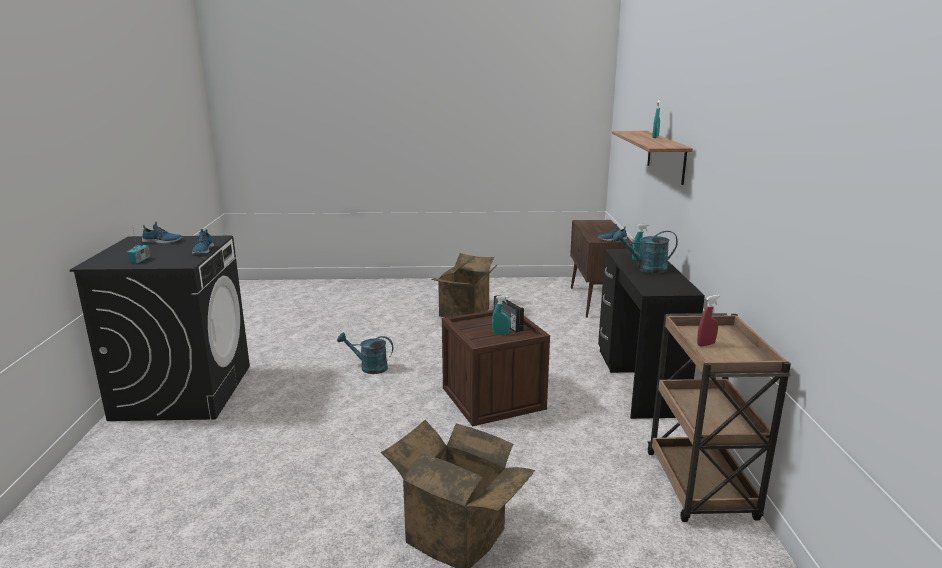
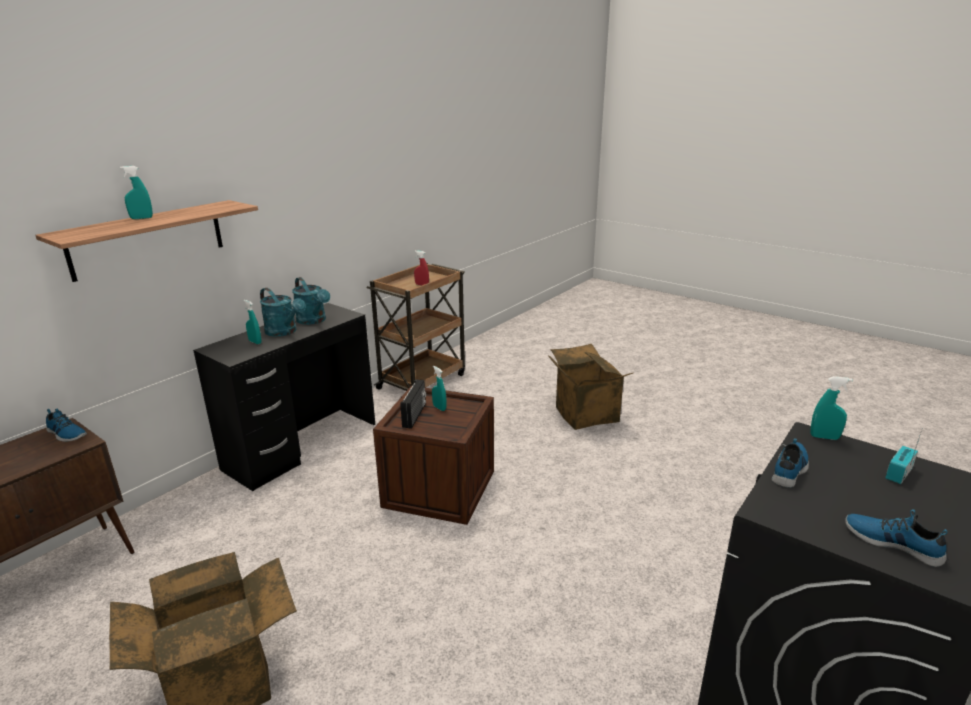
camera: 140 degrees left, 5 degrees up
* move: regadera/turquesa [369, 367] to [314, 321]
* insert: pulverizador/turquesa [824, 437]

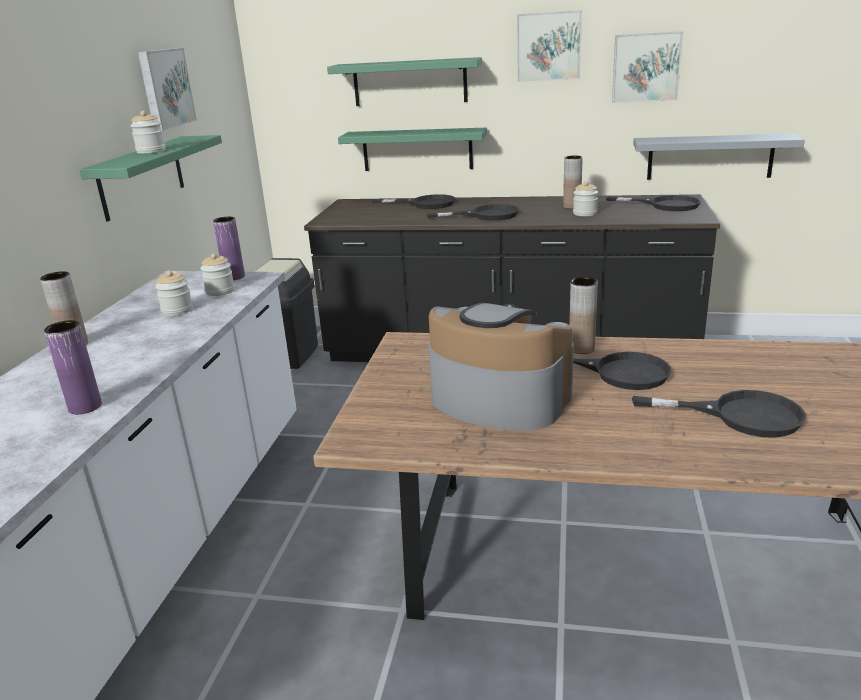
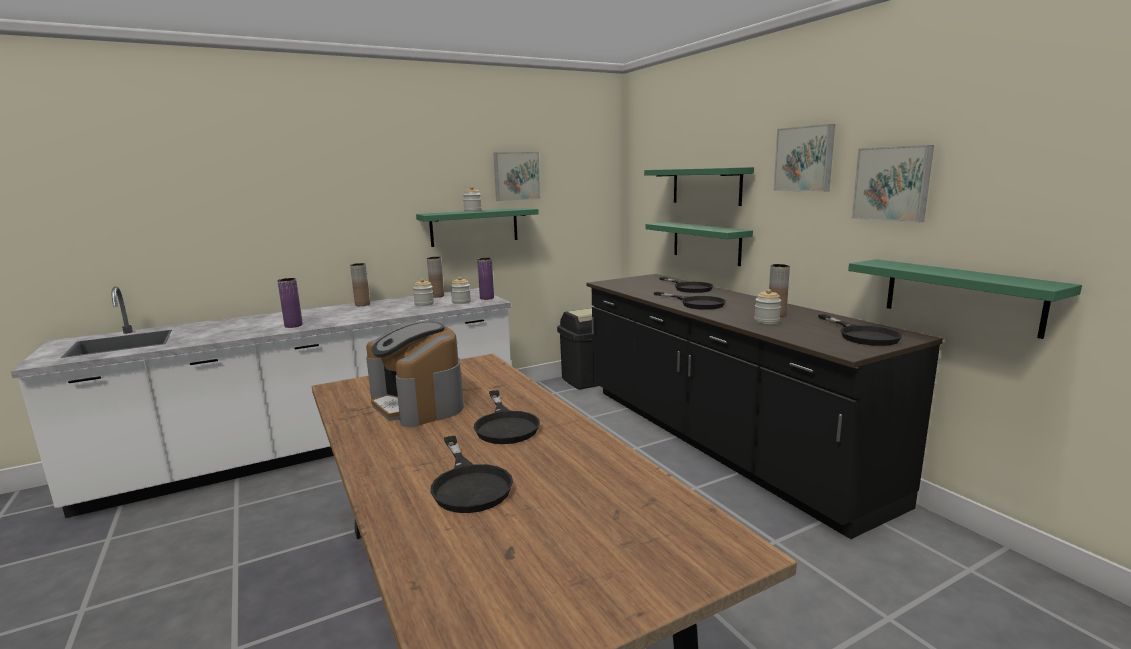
camera: 50 degrees right, 10 degrees down
* recolor: estante/gris [710, 157] to estante/verde [961, 296]
* move: florero/marrón [581, 349] to [437, 296]
* rotate: cafetera [497, 400] = [418, 404] 150 degrees clockwise

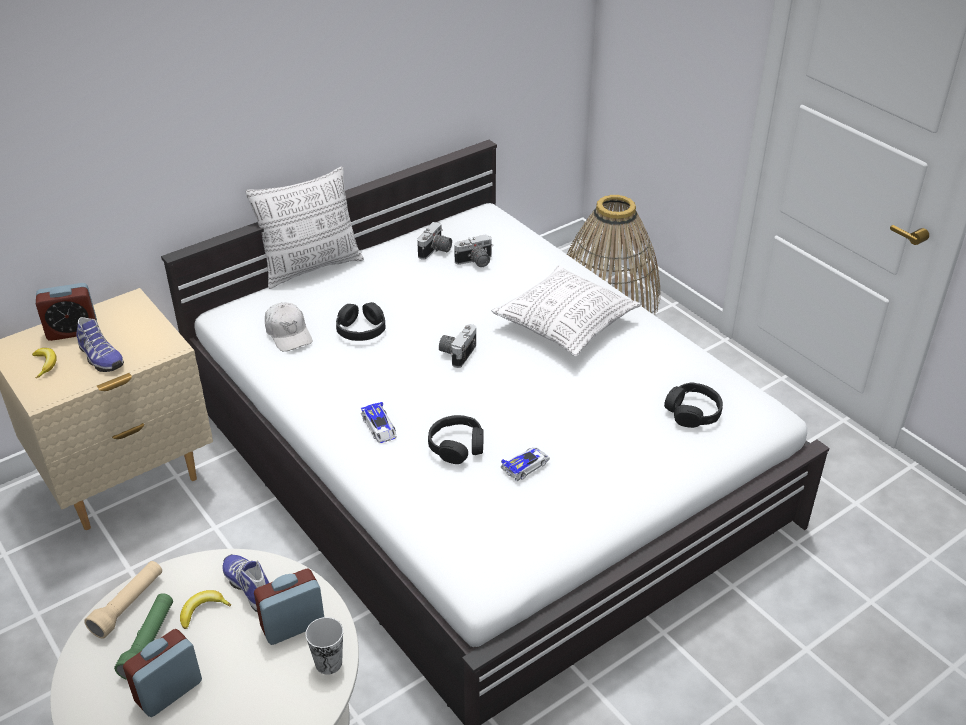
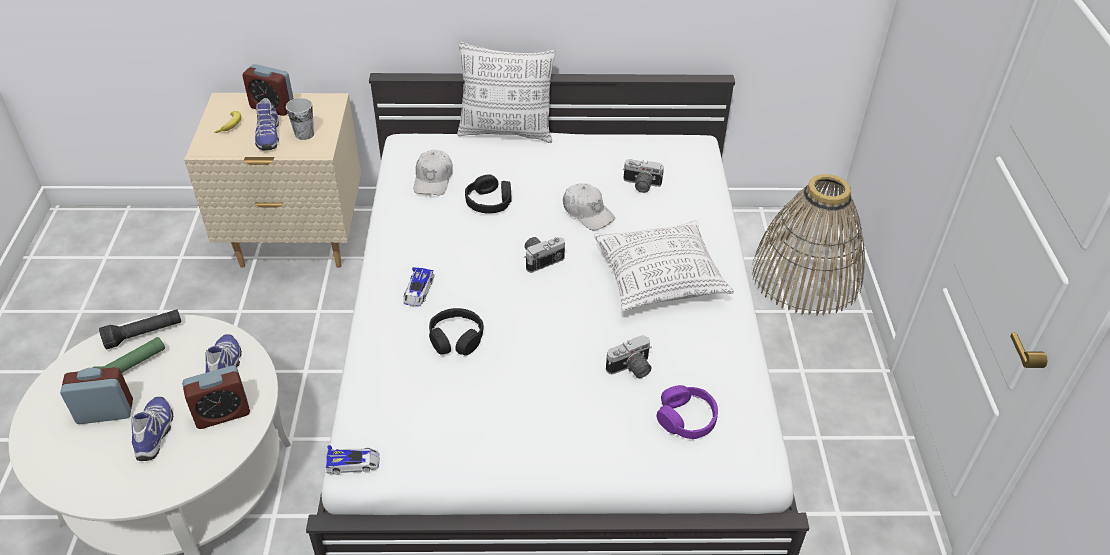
camera: 35 degrees right, 5 degrees up
* move: cámara [436, 251] to [631, 369]
* recolor: auriculares/negro [693, 412] to auriculares/morado [686, 418]
* move: coche de juguete [526, 465] to [353, 463]
* recolor: linterna/beis [129, 605] to linterna/negro [144, 334]
* rotate: despertador [293, 625] = [222, 413] 150 degrees clockwise
* delete: plátano [202, 610]
* move: taza [328, 663] to [304, 134]
* insert: gorra/blanco [587, 212]
* insert: zapato [156, 433]

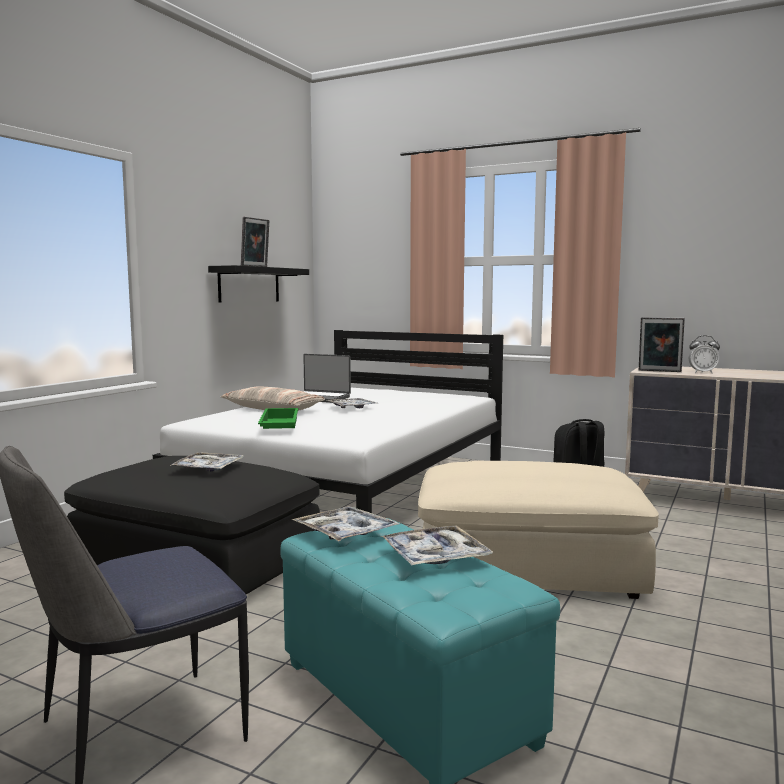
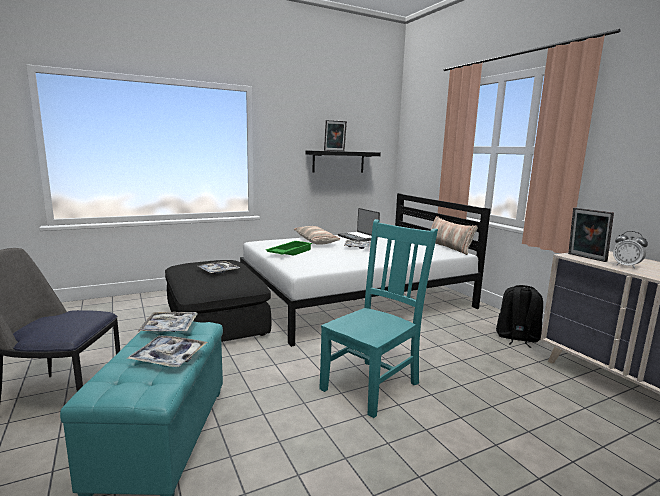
camera: 35 degrees right, 5 degrees up
* replace: puf/beis [529, 566] to silla/turquesa [372, 385]
* insert: cojín [449, 247]

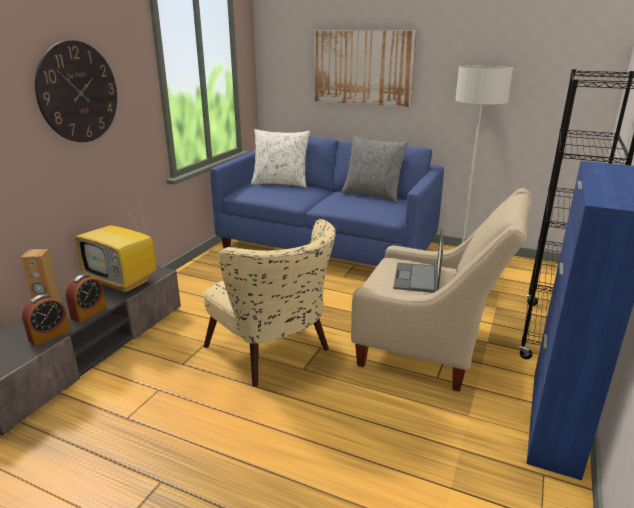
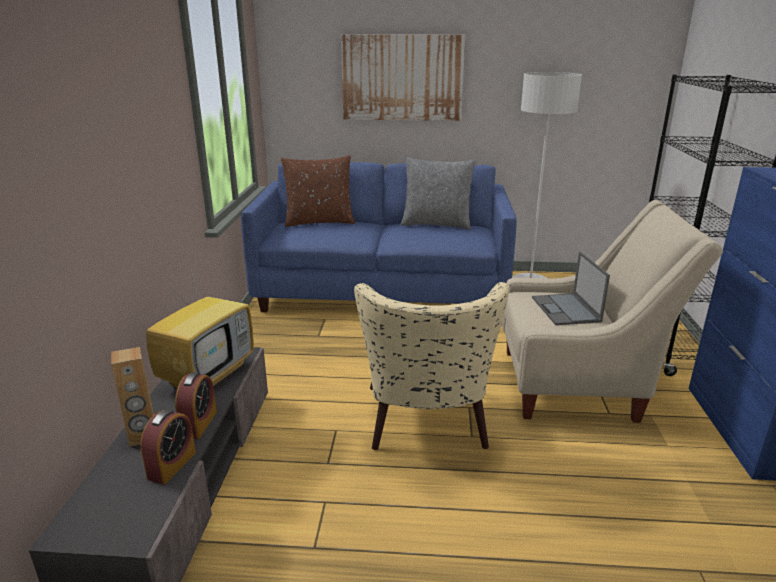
camera: 20 degrees left, 0 degrees up
* delete: reloj de pared [78, 92]
* recolor: cojín/blanco [280, 183] to cojín/marrón [319, 222]
* rotate: televisor [123, 282] = [208, 375] 75 degrees counterclockwise
* rotate: sillón/beis [274, 354] = [426, 426] 60 degrees clockwise

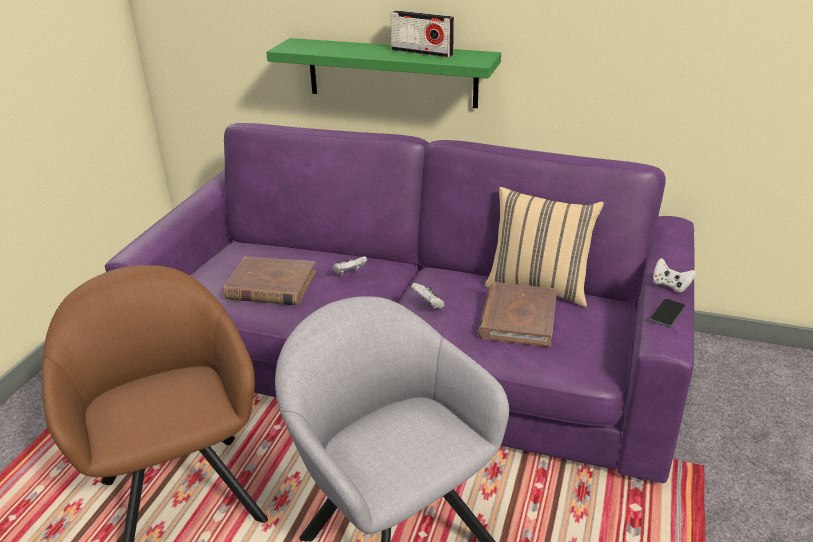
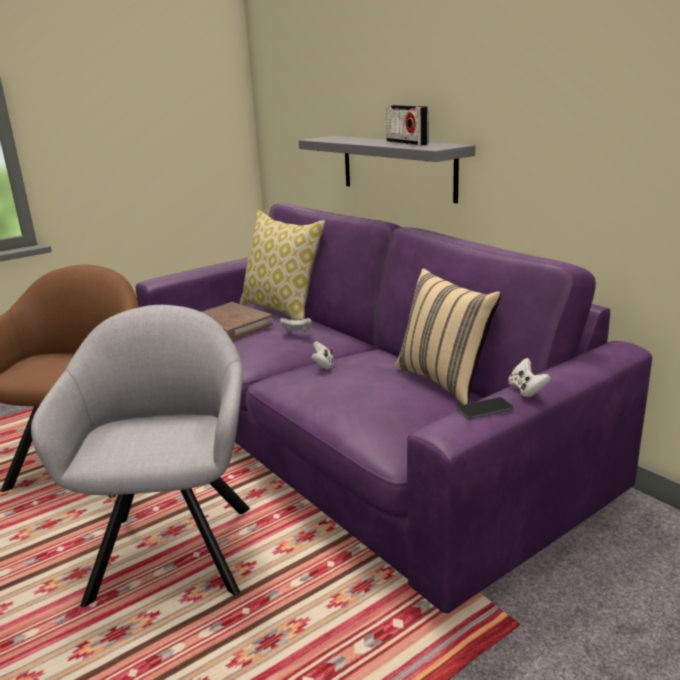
camera: 35 degrees right, 10 degrees down
* recolor: estante/verde [391, 73] to estante/gris [397, 167]
* delete: libro/marrón [518, 318]
* insert: cojín [283, 310]

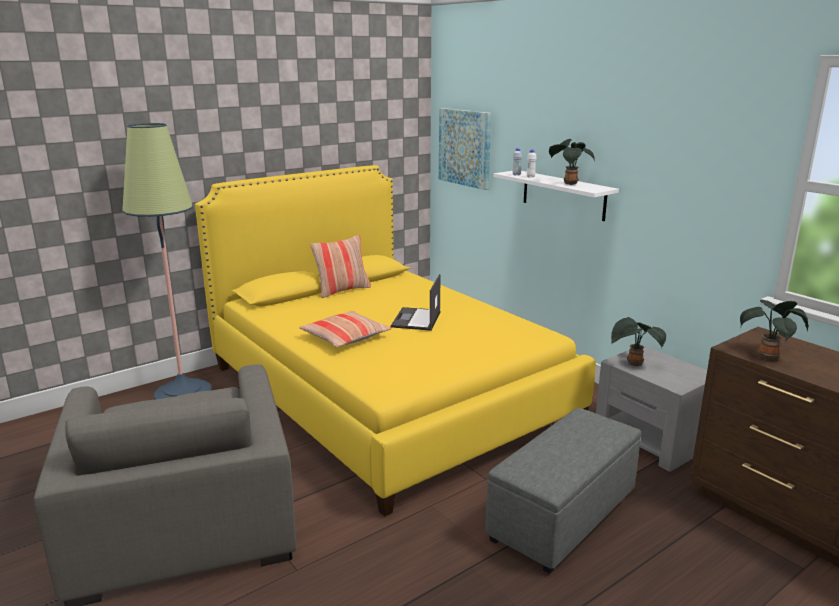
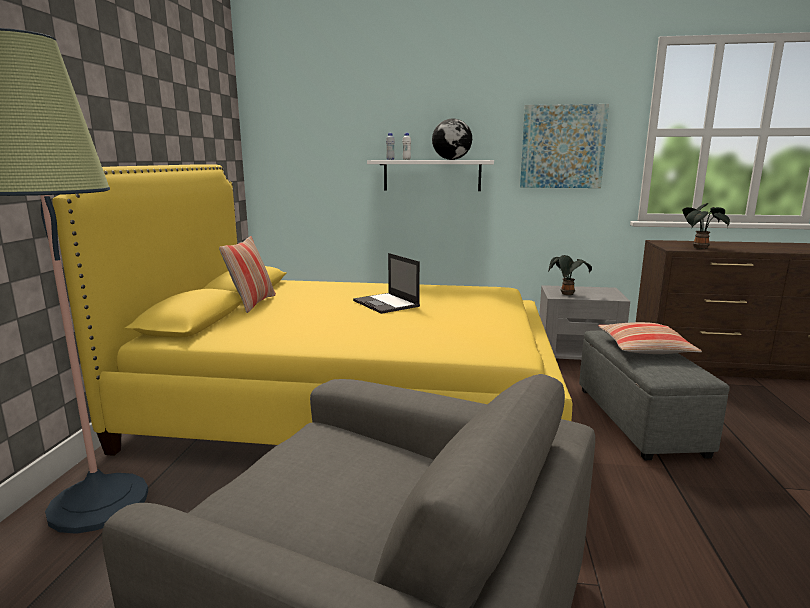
camera: 45 degrees left, 5 degrees down
* move: cuadro [465, 147] to [562, 147]
* replace: planta en maceta [569, 183] to globo terráqueo [452, 159]
* move: cojín [345, 337] to [645, 348]

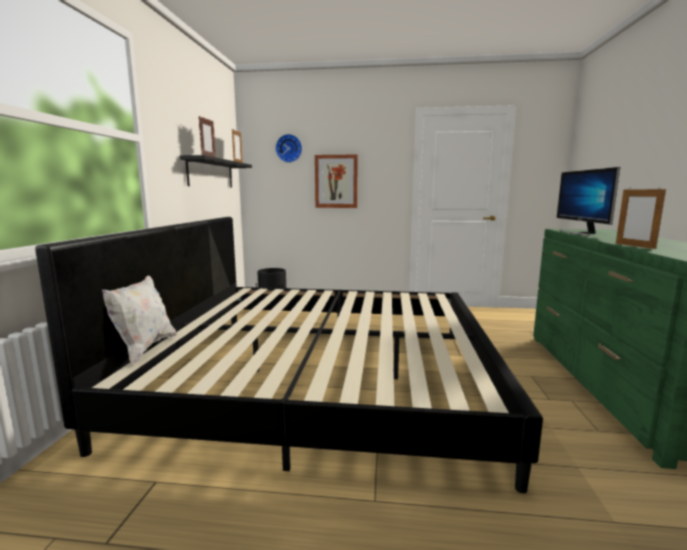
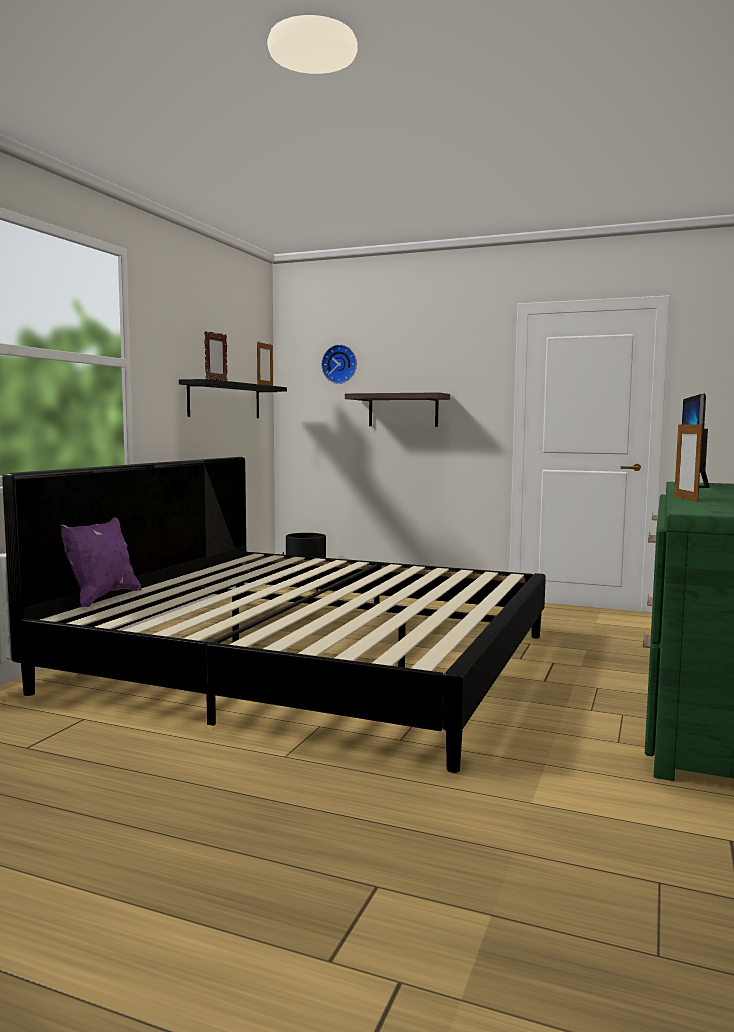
camera: 15 degrees right, 5 degrees down
* replace: cuadro [336, 181] to estante [403, 410]
* recolor: cojín/blanco [144, 349] to cojín/morado [101, 598]

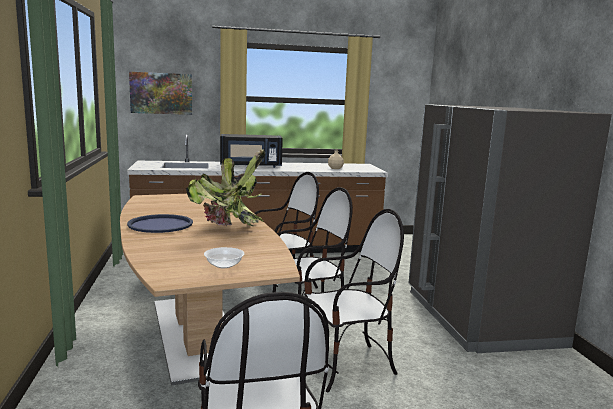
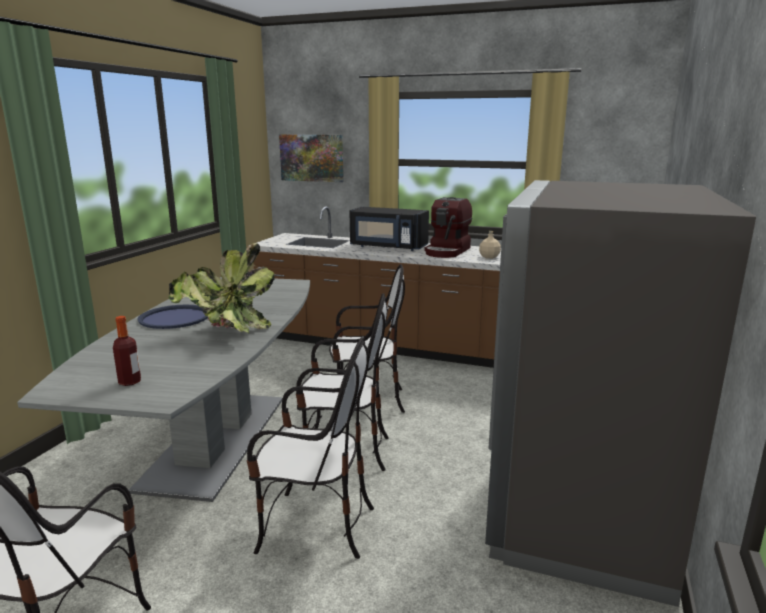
camera: 30 degrees right, 5 degrees up
* recolor: mesa de comedor/marrón [196, 333] to mesa de comedor/gris [216, 440]
* replace: cuenco [224, 265] to botella [130, 382]
* insert: cafetera [447, 251]

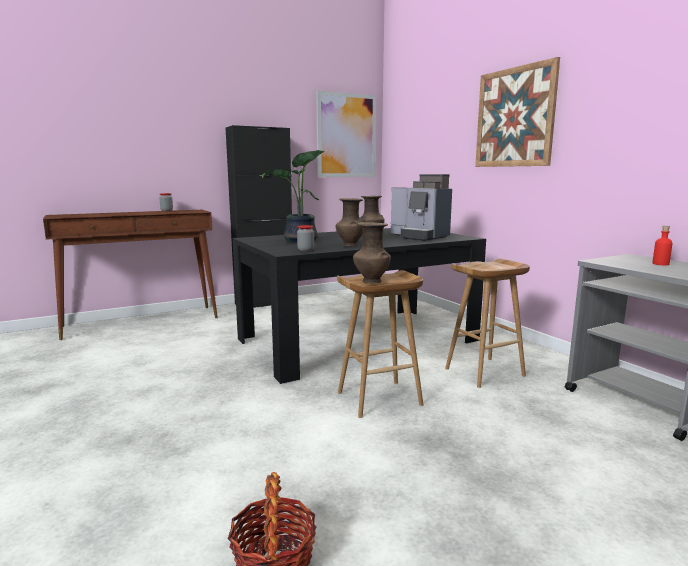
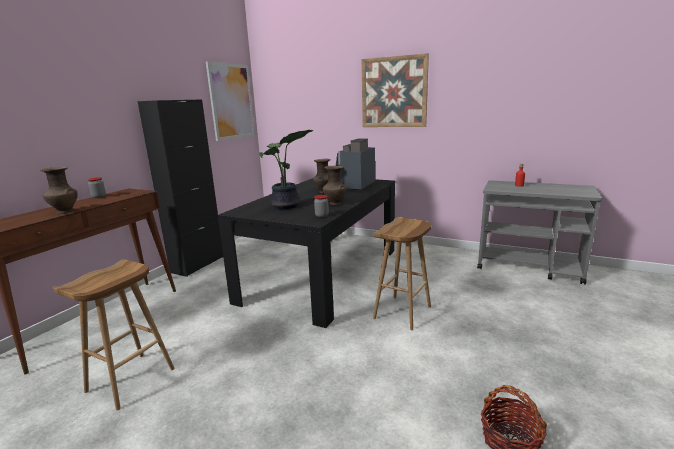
camera: 35 degrees left, 5 degrees up
* rotate: cafetera [419, 237] = [354, 186] 105 degrees clockwise
* move: florero/marrón [371, 281] to [64, 211]
* move: taburete/marrón [484, 372] to [130, 381]

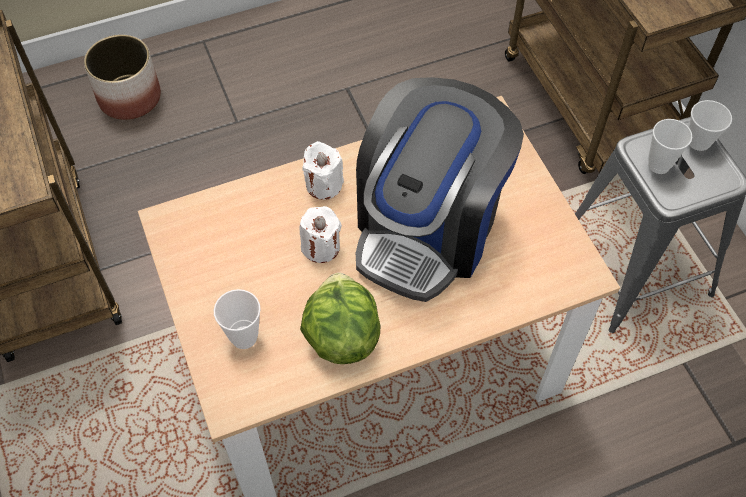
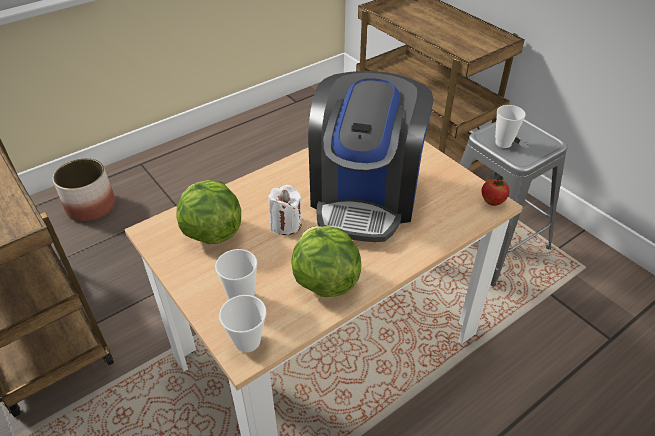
camera: 15 degrees left, 15 degrees down
* move: taza [699, 141] to [247, 341]
* delete: vela/blanco [323, 184]
* insert: manzana [492, 201]
* insert: lechuga [211, 232]

